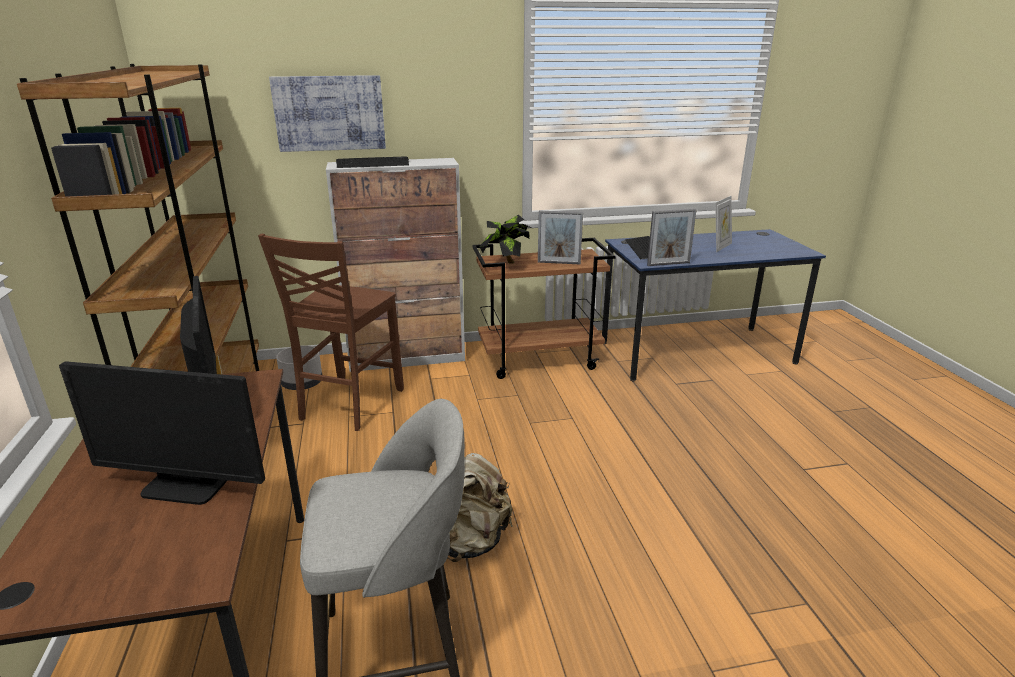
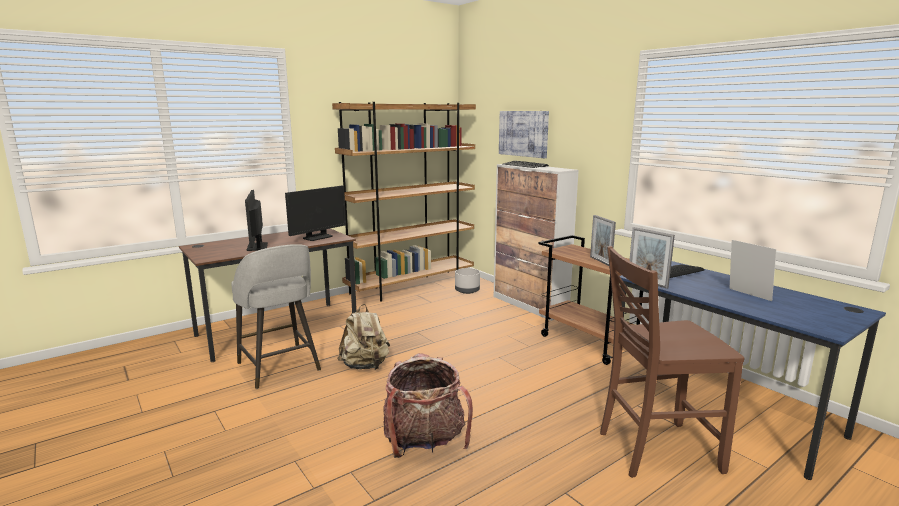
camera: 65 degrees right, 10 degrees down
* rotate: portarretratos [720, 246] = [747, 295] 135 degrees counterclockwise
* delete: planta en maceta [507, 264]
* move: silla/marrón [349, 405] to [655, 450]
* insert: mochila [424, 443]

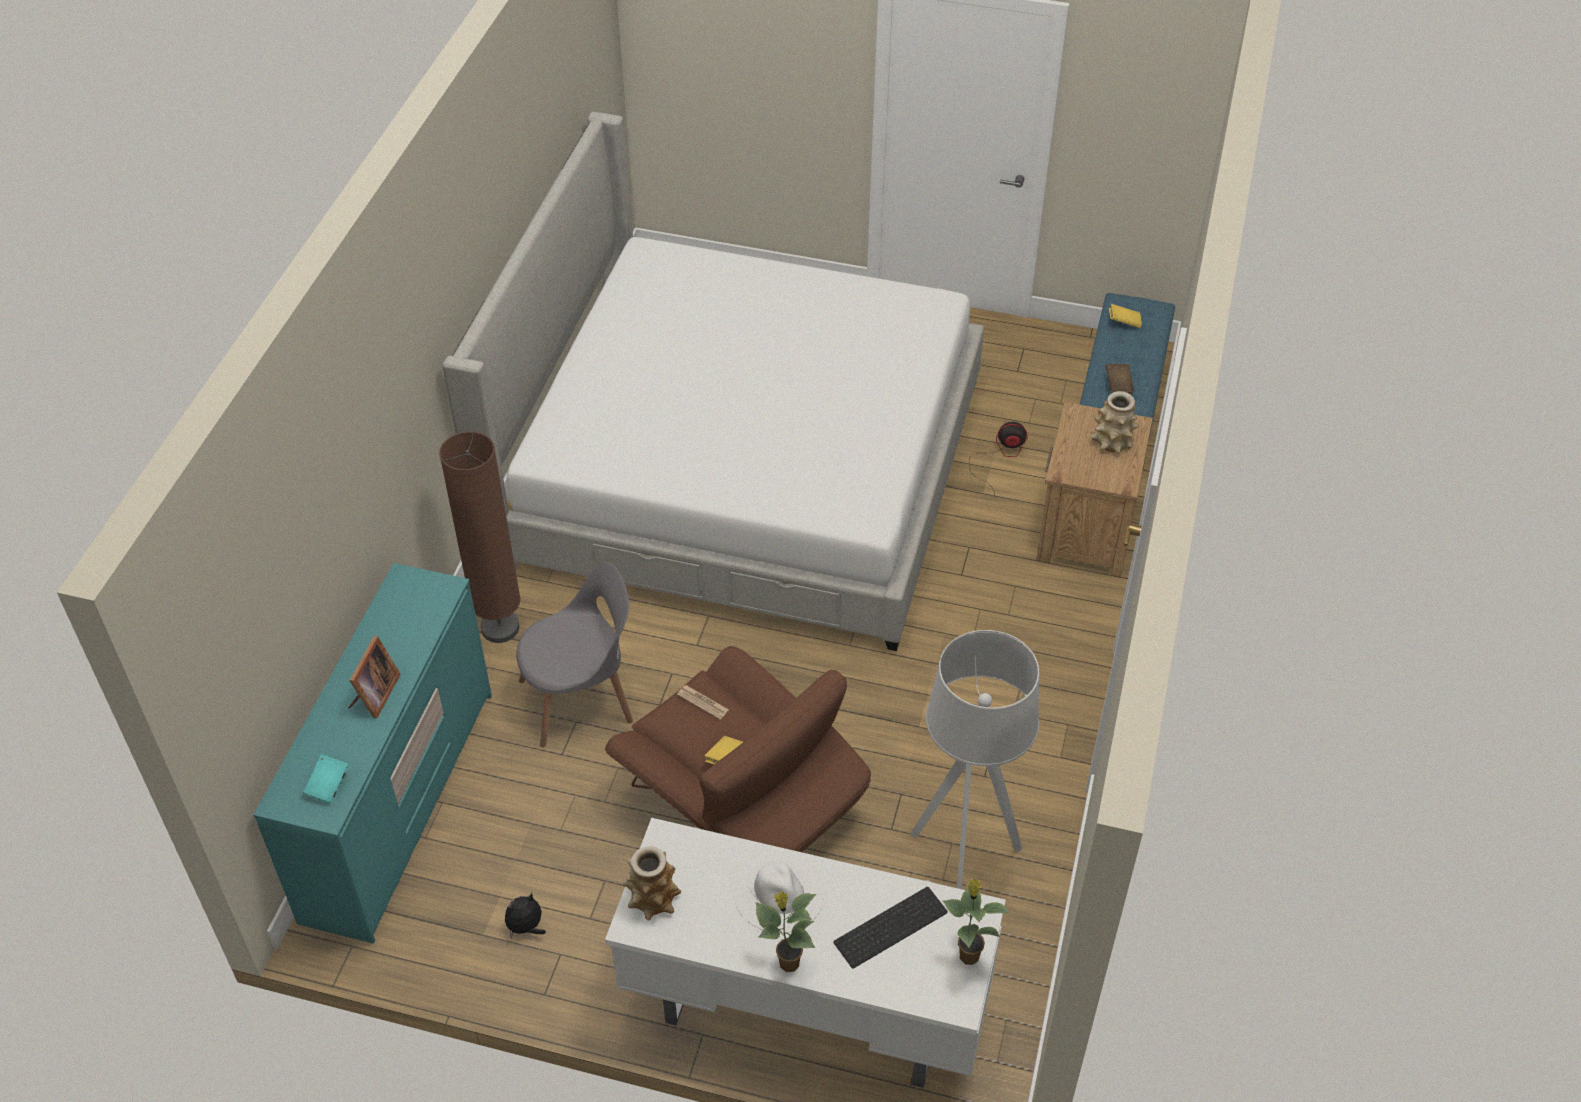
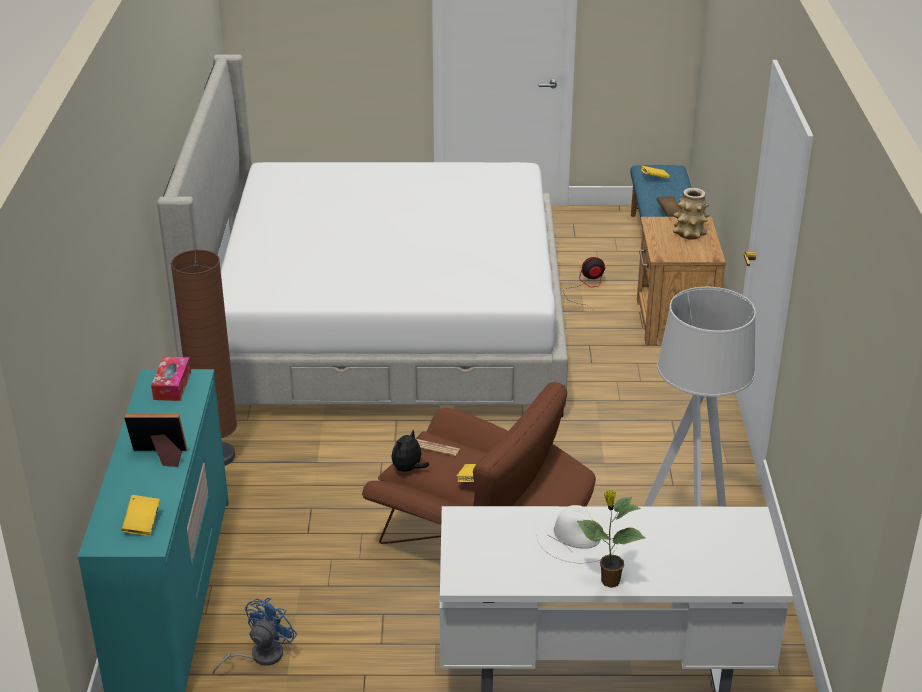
camera: 15 degrees left, 15 degrees down
* delete: silla/gris [581, 699]
* rotate: portarretratos [374, 695] = [160, 456] 90 degrees counterclockwise
* recolor: libro/turquesa [328, 785] to libro/amarillo [142, 524]
* delete: florero [653, 898]
* delete: planta en maceta [968, 954]
* delete: teclado [890, 925]
* move: peluche [526, 927] to [408, 469]
* insert: caja de pañuelos [172, 385]
* insert: ventilador/azul [260, 656]

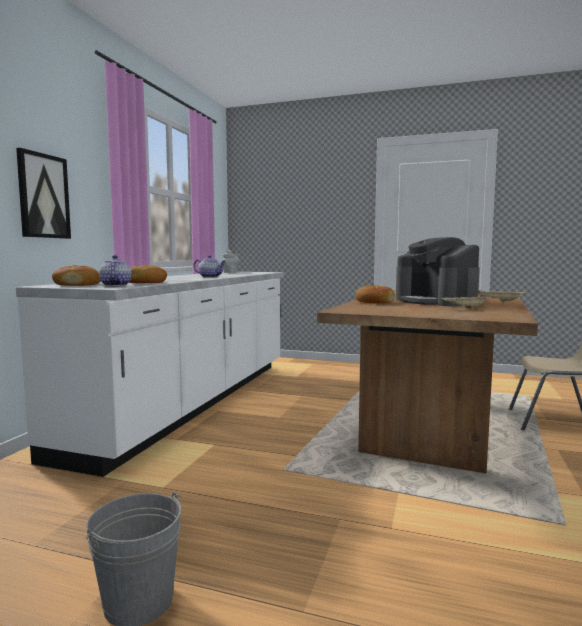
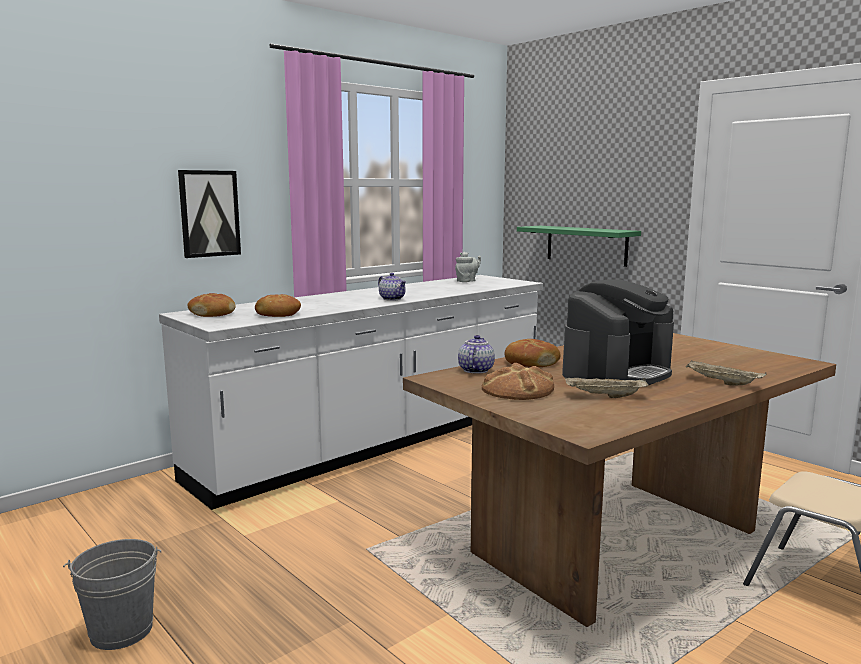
camera: 30 degrees right, 5 degrees up
* rotate: cafetera [436, 301] = [617, 373] 135 degrees counterclockwise
* move: tetera [115, 285] to [475, 370]
* insert: estante/verde [586, 245]
* insert: pan [517, 390]

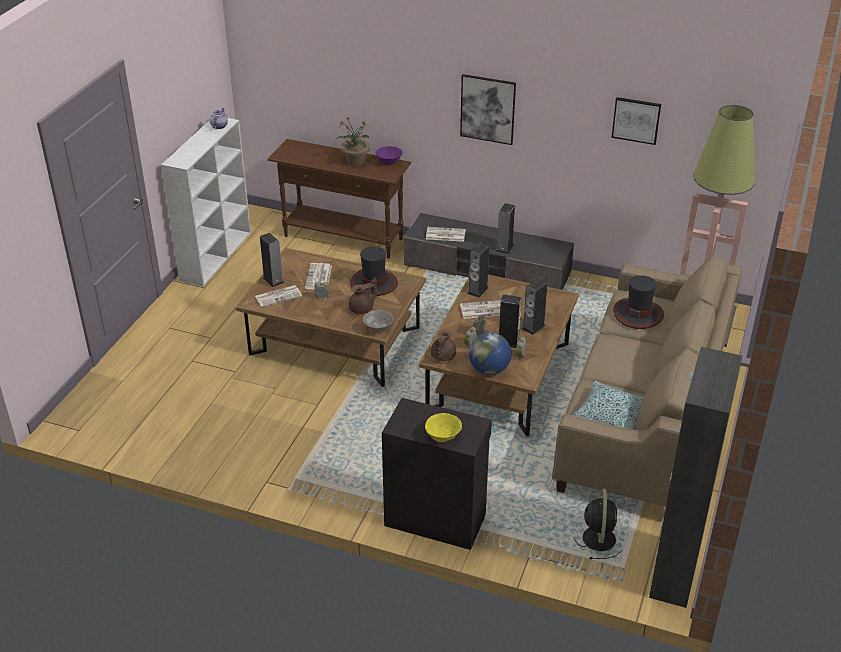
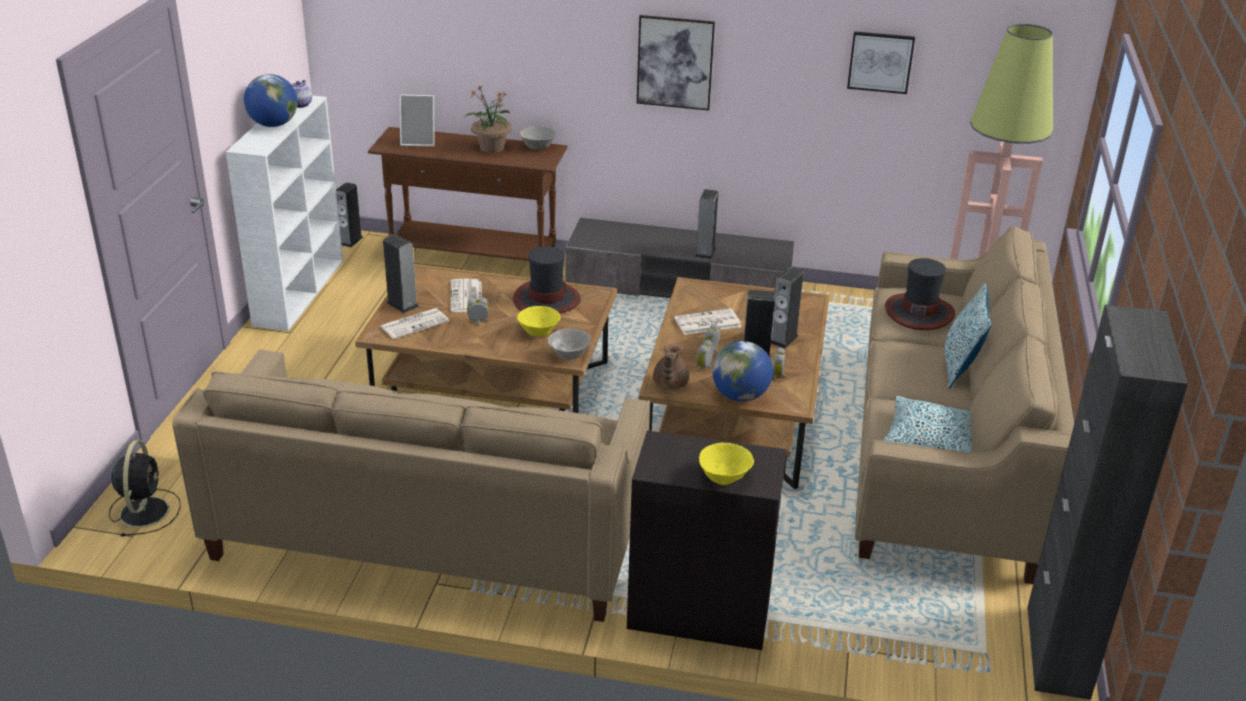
camera: 10 degrees left, 5 degrees down
* recolor: cuenco/morado [389, 162] to cuenco/gris [538, 147]
* delete: periódico [445, 235]
* move: altavoz [478, 290] to [350, 240]
* replace: tetera/marrón [362, 309] to cuenco/amarillo [539, 332]
* move: ventilador/negro [599, 537] to [145, 511]
* insert: globo terráqueo [273, 125]
* insert: portarretratos [419, 141]
* insert: cojín [960, 367]
* insert: sofá/beis [429, 532]

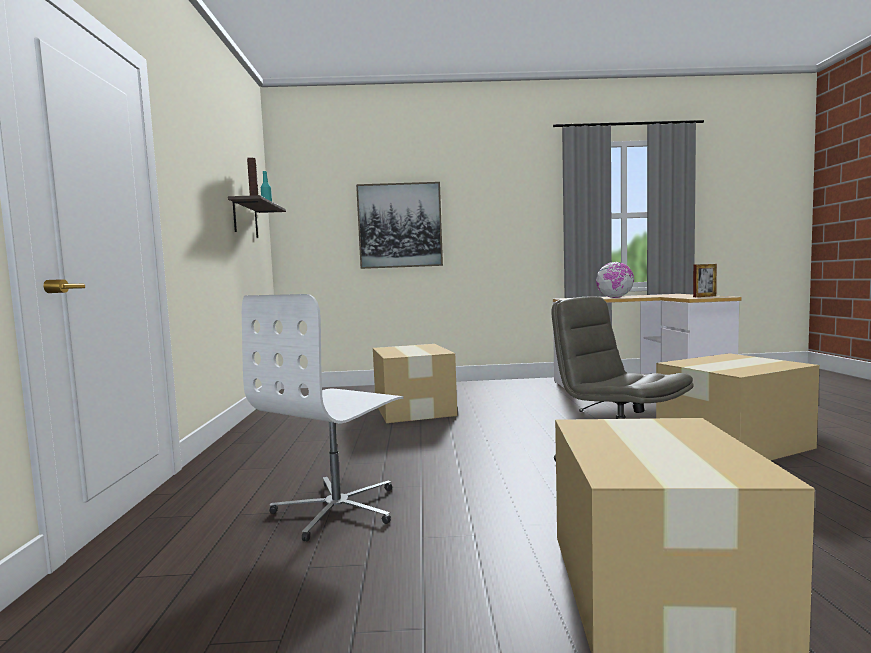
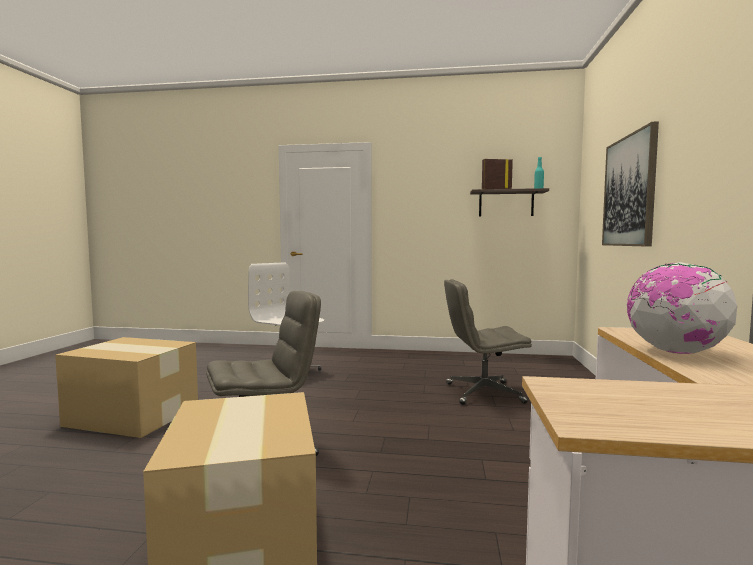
camera: 100 degrees right, 0 degrees up
* delete: portarretratos [704, 296]
* replace: caja de cartón [413, 409] to silla de oficina/gris [483, 393]

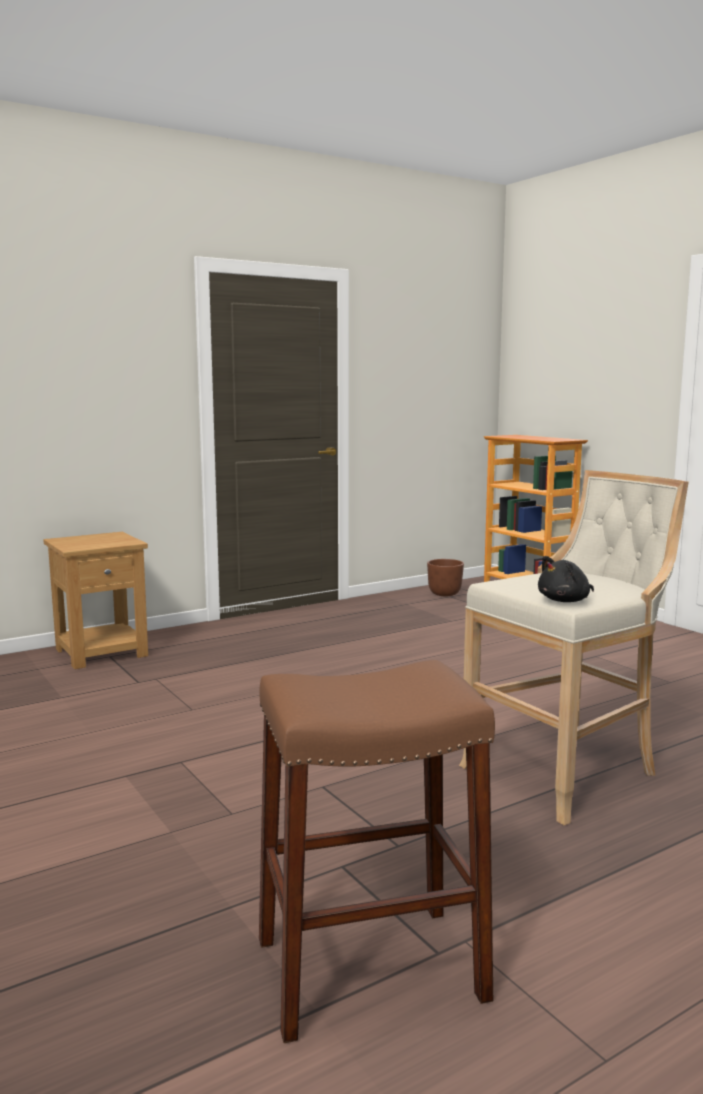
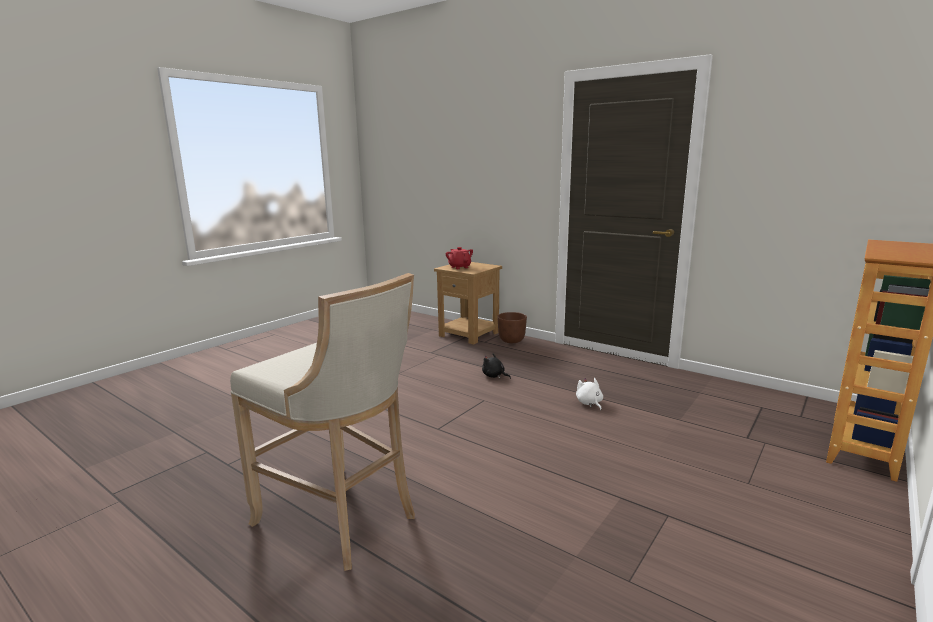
camera: 70 degrees right, 5 degrees up
* move: peluche/negro [565, 601] to [494, 376]
* move: maceta/marrón [445, 594] to [512, 341]
* delete: taburete/marrón [370, 969]
* insert: tetera/rojo [459, 267]
* insert: peluche/blanco [589, 403]

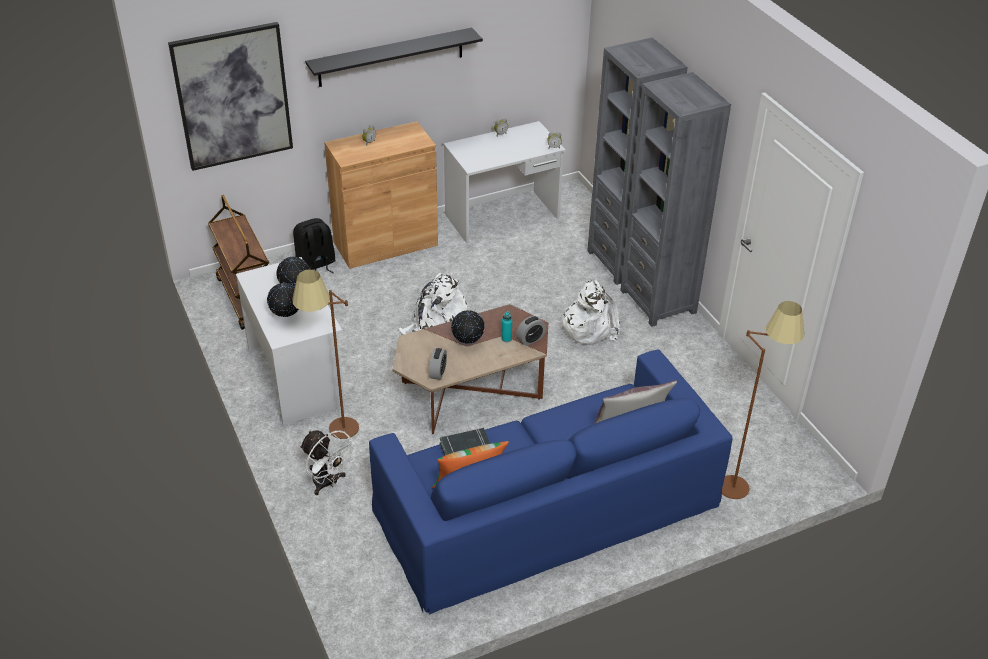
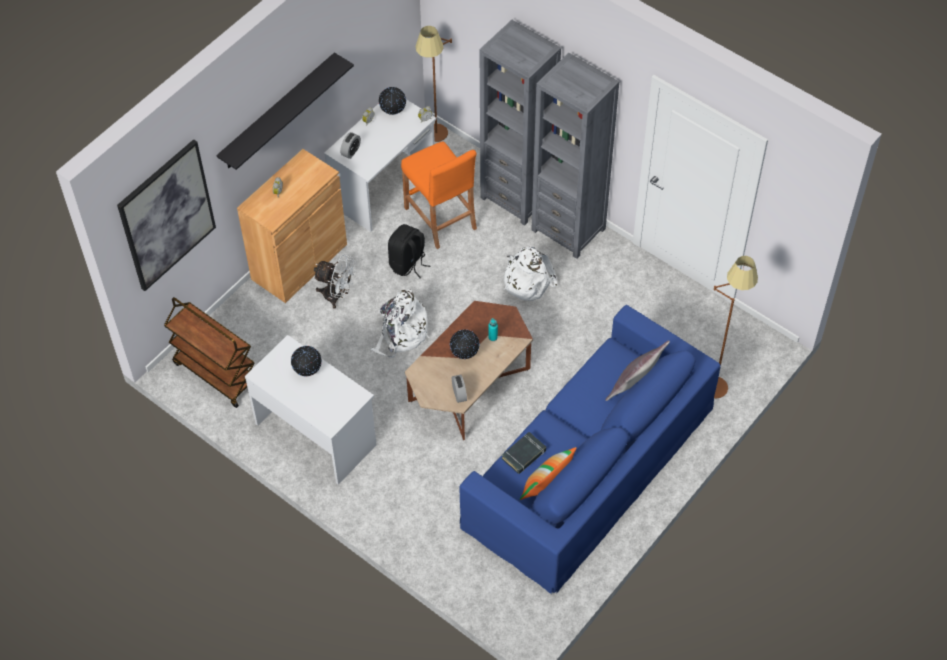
camera: 25 degrees left, 15 degrees up
* move: mochila/negro [316, 265] to [408, 264]
* move: lámpara de pie/marrón [336, 436] to [435, 141]
* move: globo terráqueo [286, 316] to [393, 112]
* move: despertador [530, 339] to [351, 151]
* move: ventilador/blanco [328, 483] to [337, 296]
* insert: taburete/naranja [440, 218]

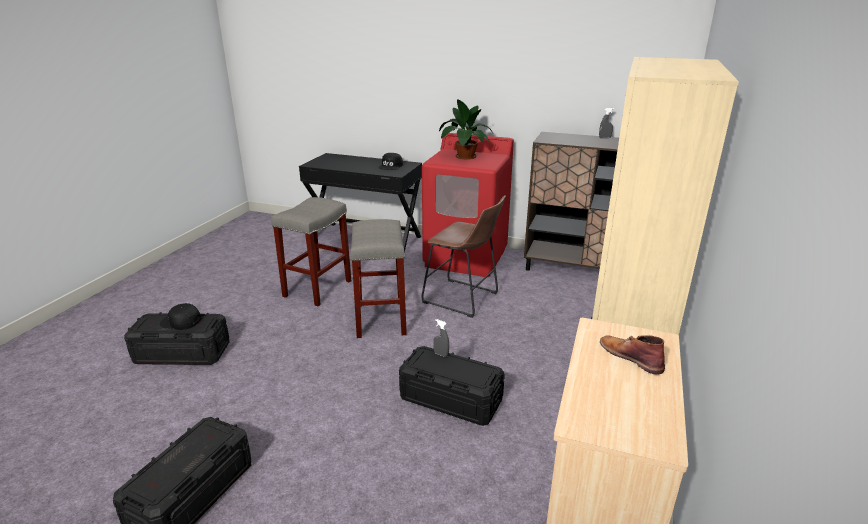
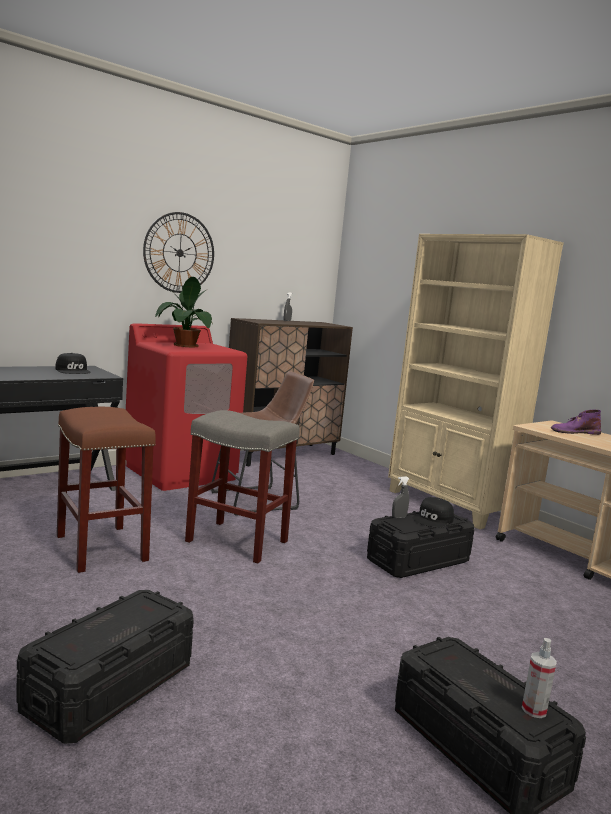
camera: 60 degrees left, 15 degrees down
* recolor: taburete/gris [317, 289] to taburete/marrón [102, 548]
* move: gorra/negro [180, 322] to [433, 519]
* recolor: bota/marrón [630, 356] to bota/morado [574, 432]
* insert: reloj de pared [179, 253]
* insert: pulverizador [534, 710]

